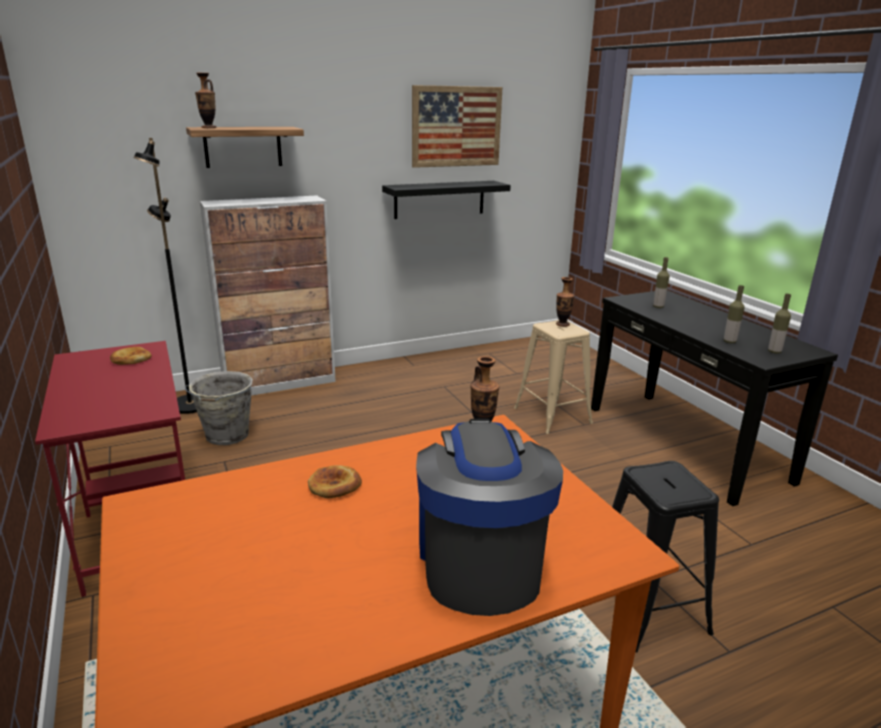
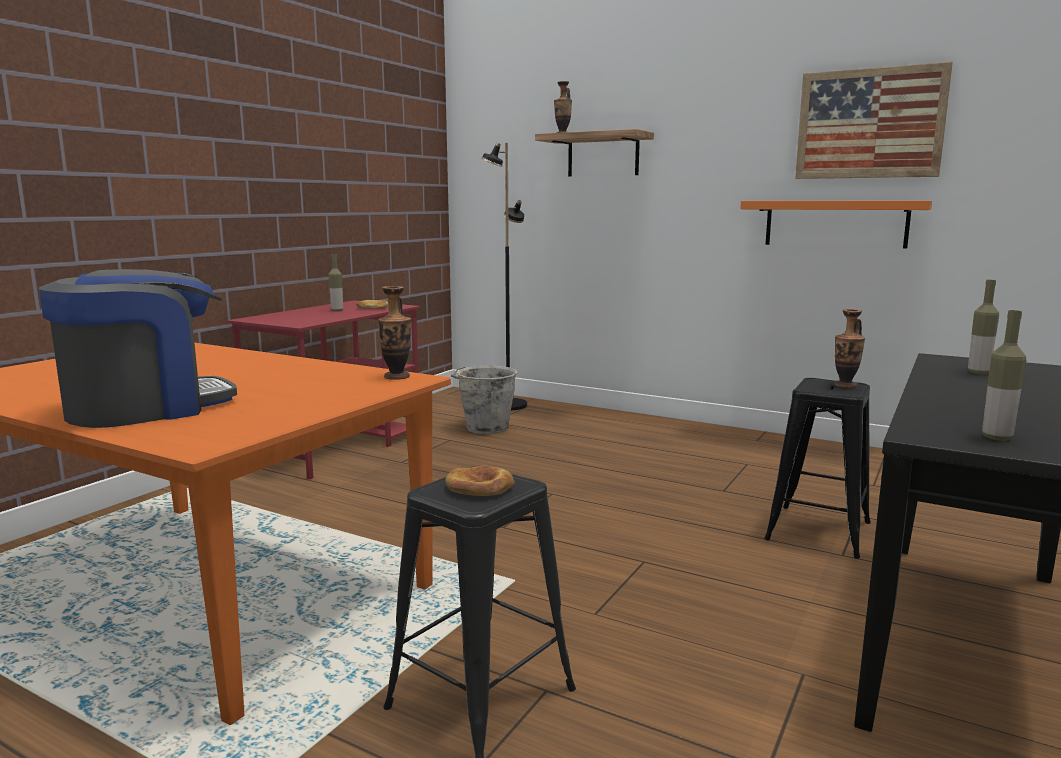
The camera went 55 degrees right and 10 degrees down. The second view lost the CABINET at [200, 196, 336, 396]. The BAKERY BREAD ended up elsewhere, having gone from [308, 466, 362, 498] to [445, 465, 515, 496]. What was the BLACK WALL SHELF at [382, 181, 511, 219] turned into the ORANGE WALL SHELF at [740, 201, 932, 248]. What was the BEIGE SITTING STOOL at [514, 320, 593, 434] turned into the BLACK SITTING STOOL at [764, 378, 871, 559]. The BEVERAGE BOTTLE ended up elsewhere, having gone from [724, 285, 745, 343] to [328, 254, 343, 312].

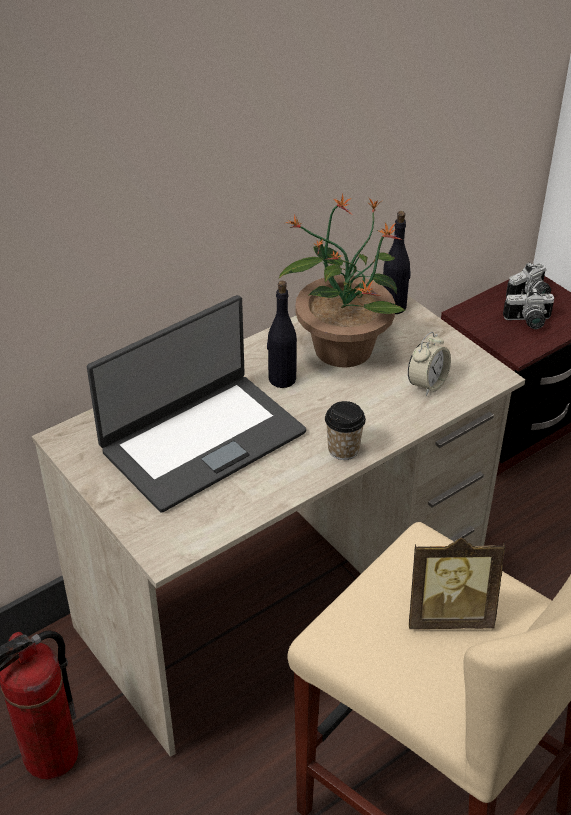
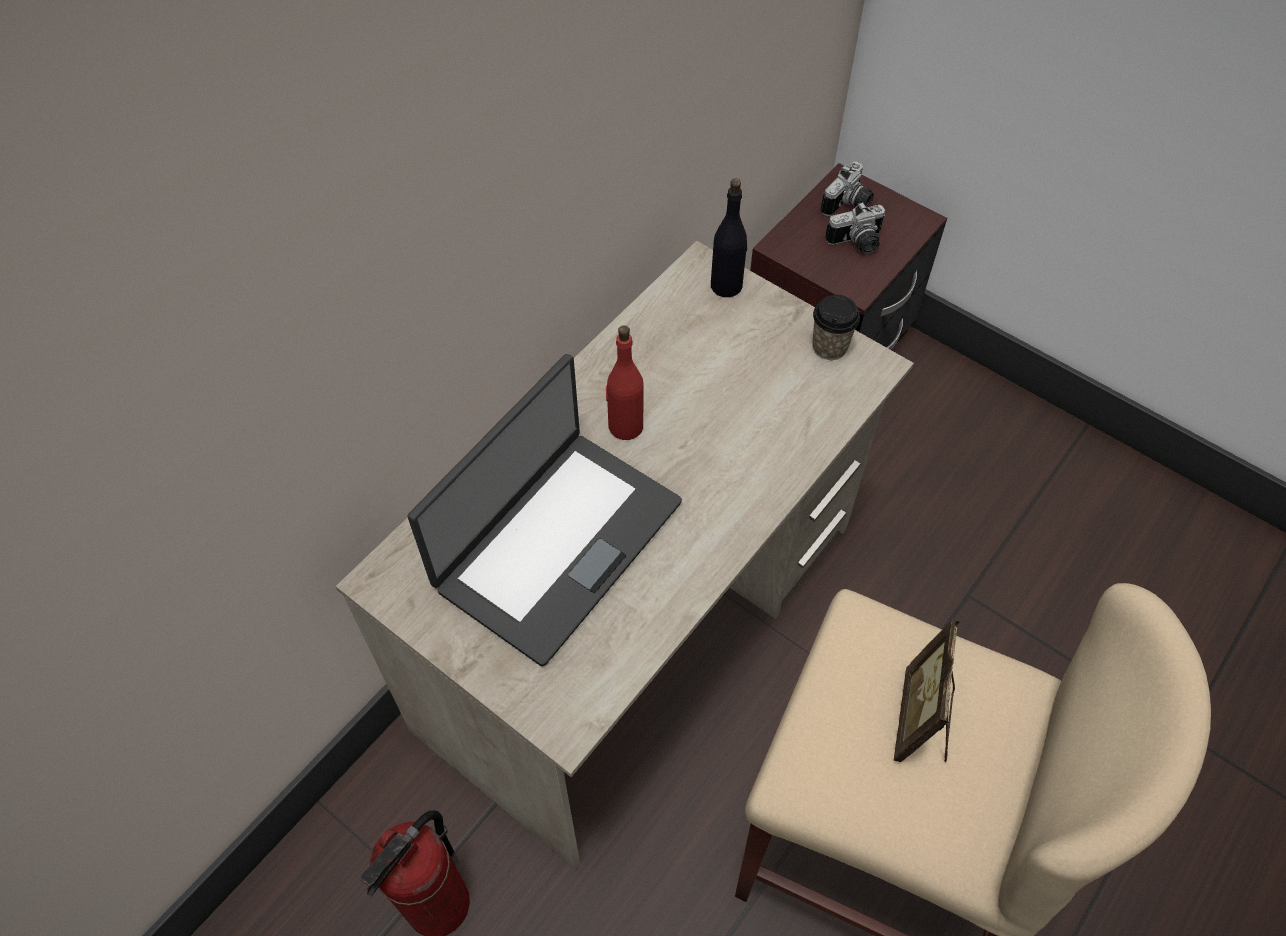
The camera went 15 degrees left and 15 degrees up. What was the BLACK BEVERAGE BOTTLE at [267, 281, 297, 388] turned into the RED BEVERAGE BOTTLE at [606, 325, 643, 440]. The second view lost the PLANT IN A POT at [279, 193, 406, 368]. The SMALL CUP ended up elsewhere, having gone from [325, 401, 366, 460] to [812, 295, 860, 360]. The second view lost the ALARM CLOCK at [408, 332, 451, 396]. The PICTURE FRAME at [409, 537, 505, 629] ended up facing another way, 120 degrees clockwise from before.

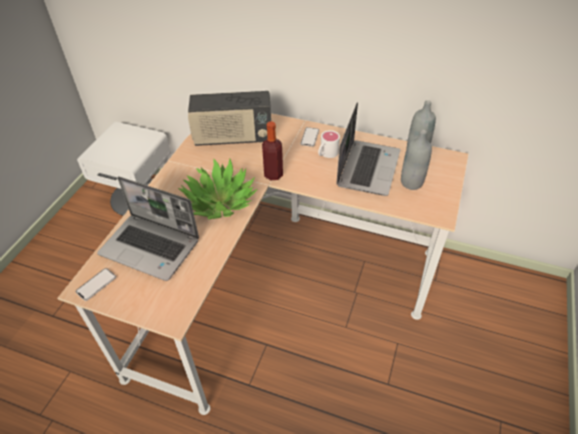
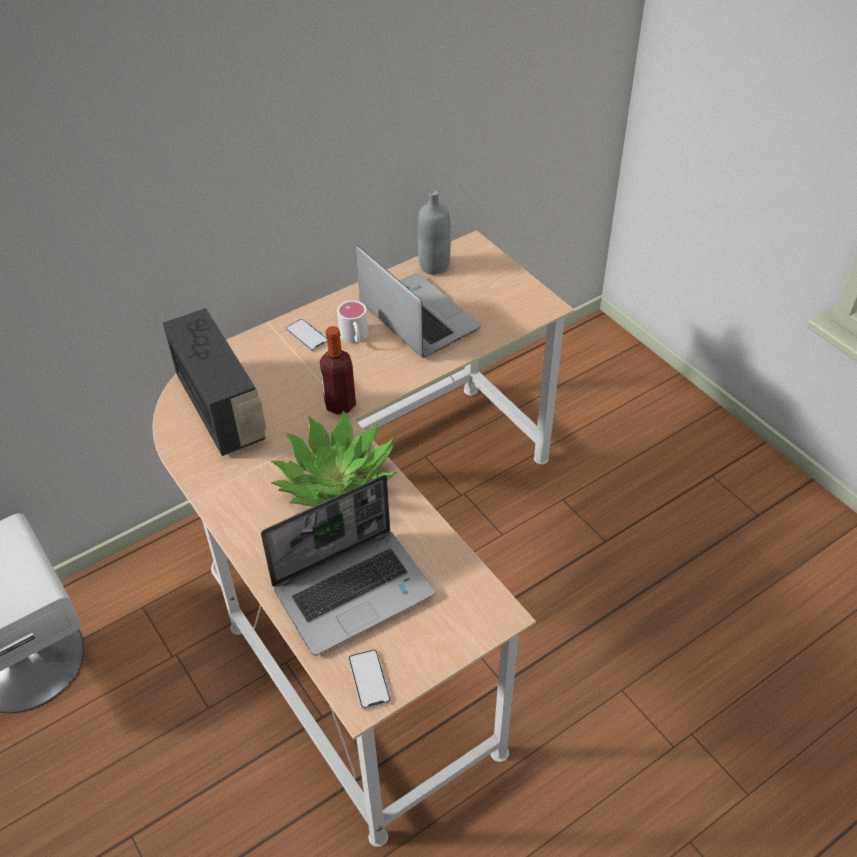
The camera went 55 degrees left and 0 degrees up. The RADIO RECEIVER at [188, 91, 271, 146] ended up facing another way, 60 degrees counterclockwise from before. The second view lost the GREYISH BEVERAGE BOTTLE at [401, 130, 432, 190].

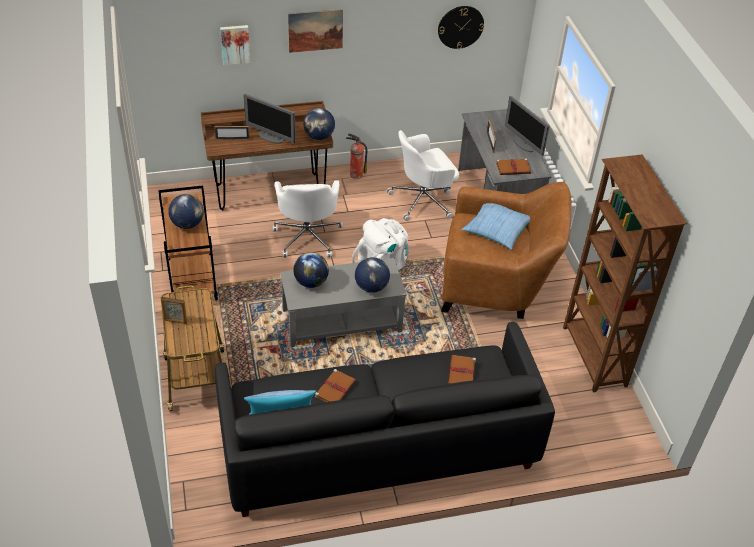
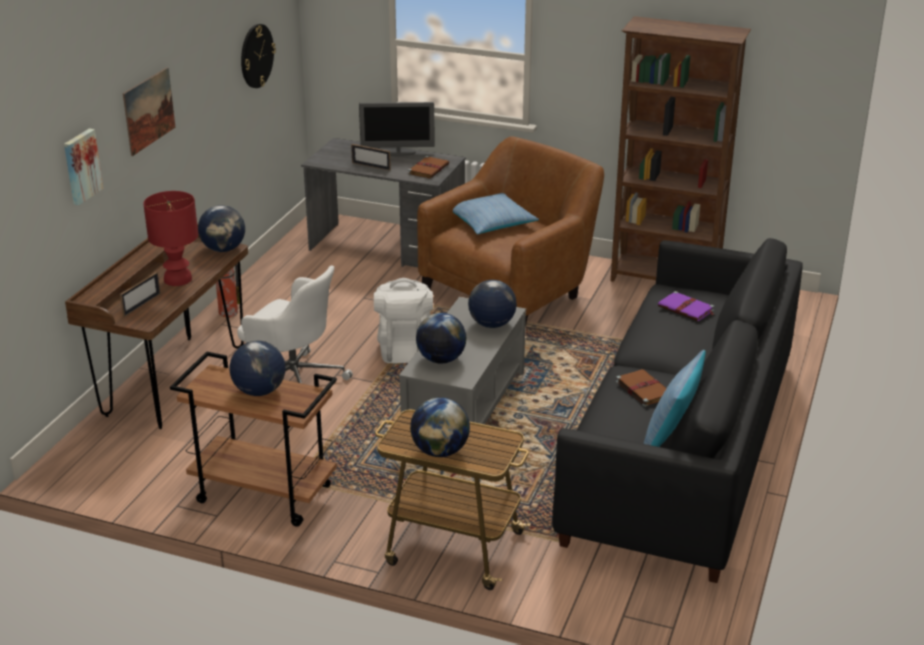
The camera went 55 degrees left and 15 degrees down. Where the PICTURE FRAME stood at [161, 297, 187, 324], the WORLD GLOBE came to stand at [410, 397, 470, 457]. Where the COMPUTER SCREEN stood at [244, 94, 296, 144], the RED LAMP FOR A TABLE came to stand at [143, 191, 198, 286]. The second view lost the WHITE COMPUTER CHAIR at [387, 130, 459, 221]. What was the BROWNISH BOUND BOOK at [448, 355, 476, 384] turned into the PURPLE BOUND BOOK at [658, 291, 714, 321].

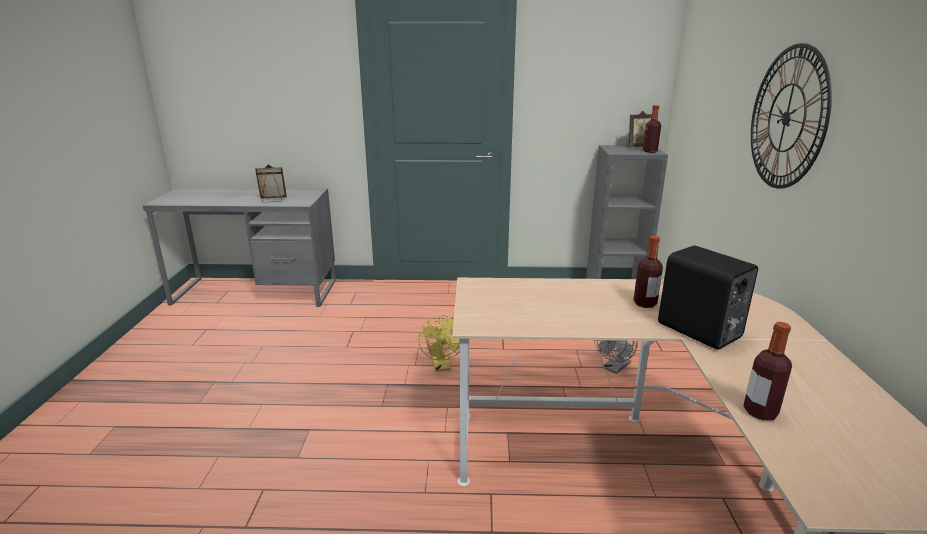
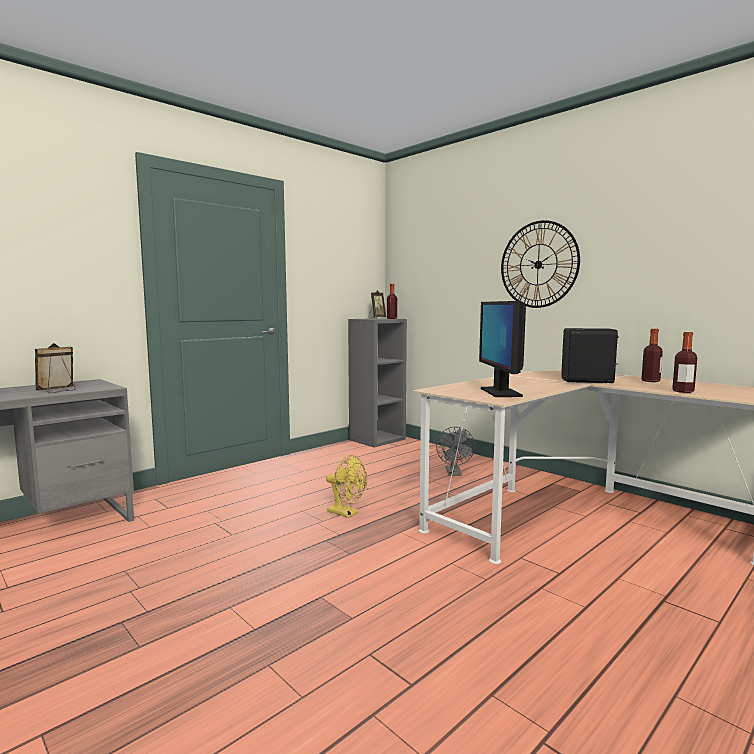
The camera went 45 degrees left and 15 degrees down. The BEVERAGE BOTTLE ended up elsewhere, having gone from [633, 236, 663, 308] to [641, 329, 663, 382]. The second view gained the COMPUTER SCREEN at [479, 301, 526, 397].

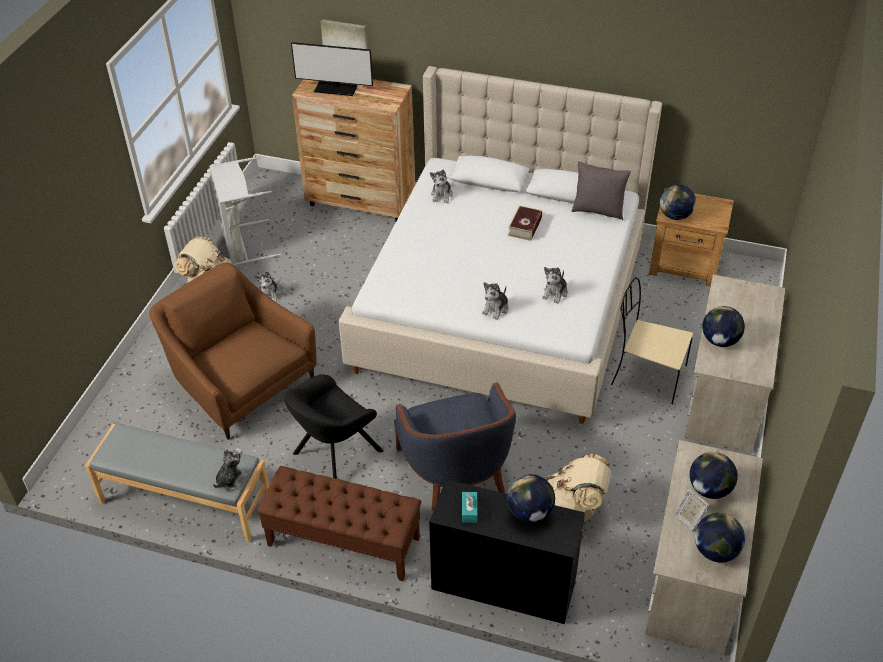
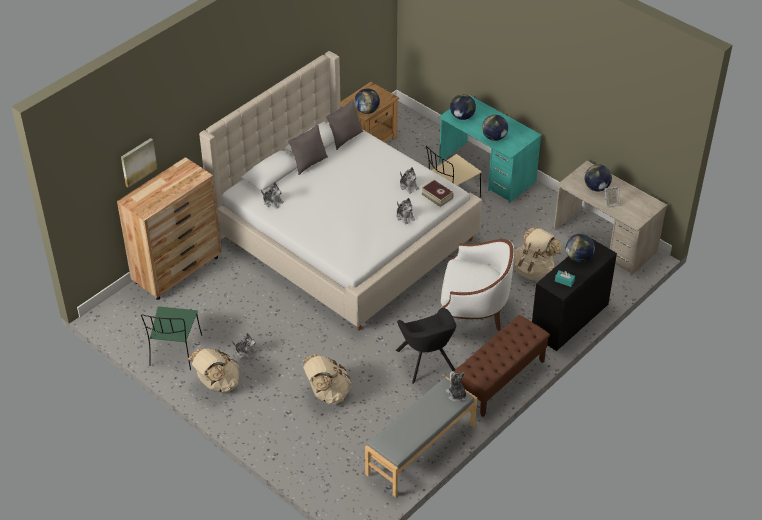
The camera went 65 degrees left and 0 degrees up. Where the BROWNISH ARMCHAIR stood at [149, 263, 317, 440], the BEIGE BACKPACK came to stand at [303, 354, 351, 405]. Where the GREYISH WASHING BASKET stood at [209, 157, 281, 266], the GREEN-COLOURED CHAIR came to stand at [141, 306, 202, 370]. The second view lost the COMPUTER SCREEN at [291, 42, 373, 96]. What was the BLUE ARMCHAIR at [394, 382, 516, 510] turned into the WHITE ARMCHAIR at [441, 239, 514, 331]. The BOUND BOOK ended up elsewhere, having gone from [508, 205, 542, 241] to [421, 180, 454, 207]. What was the BEIGE DESK at [684, 275, 786, 452] turned into the TURQUOISE DESK at [439, 95, 542, 203]. The WORLD GLOBE ended up elsewhere, having gone from [695, 513, 745, 563] to [450, 94, 476, 120]. The second view gained the GREYISH CUSHION at [288, 124, 328, 175].

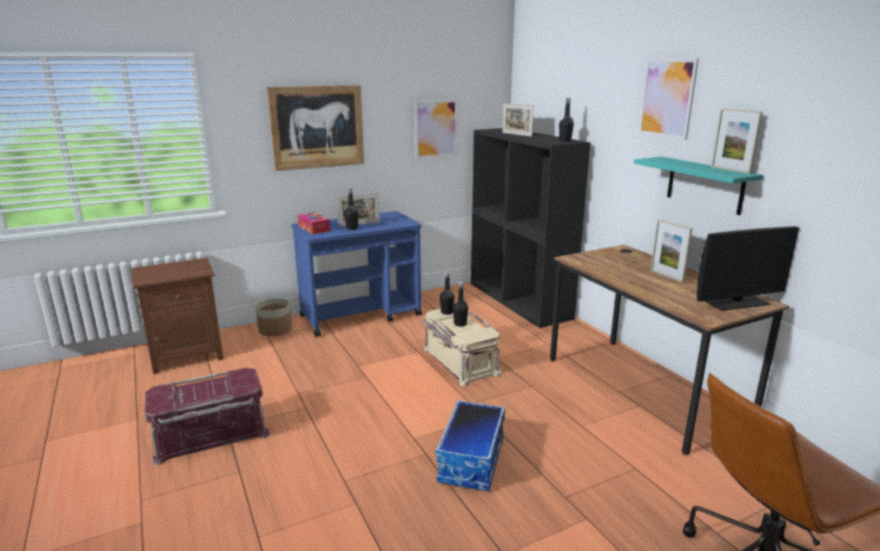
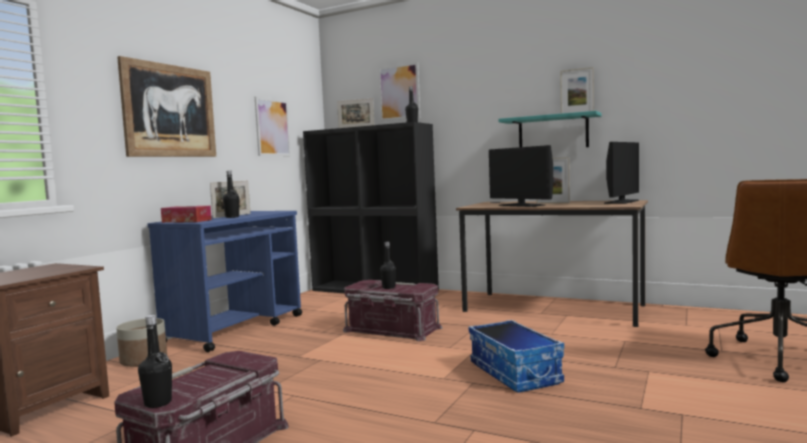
The camera went 35 degrees left and 15 degrees down. What was the BEIGE STORAGE CONTAINER at [423, 309, 502, 386] turned into the RED STORAGE CONTAINER at [343, 280, 443, 341]. The BLACK BEVERAGE BOTTLE ended up elsewhere, having gone from [440, 272, 455, 315] to [138, 315, 172, 408]. The WALL PICTURE ended up elsewhere, having gone from [638, 59, 699, 140] to [378, 62, 420, 121]. The second view gained the COMPUTER SCREEN at [489, 145, 553, 207].

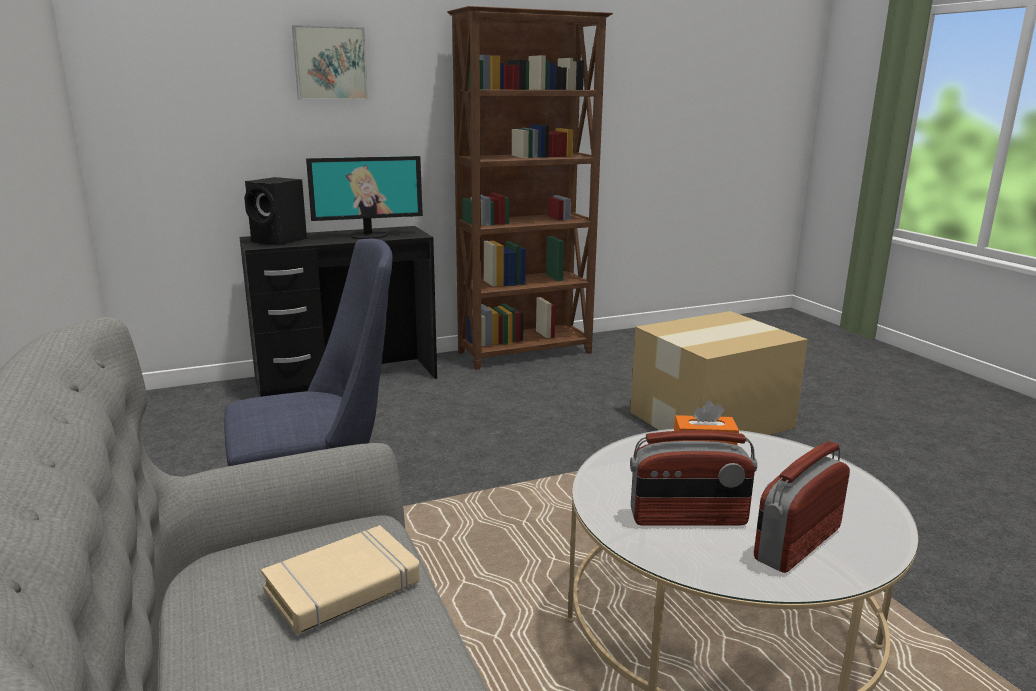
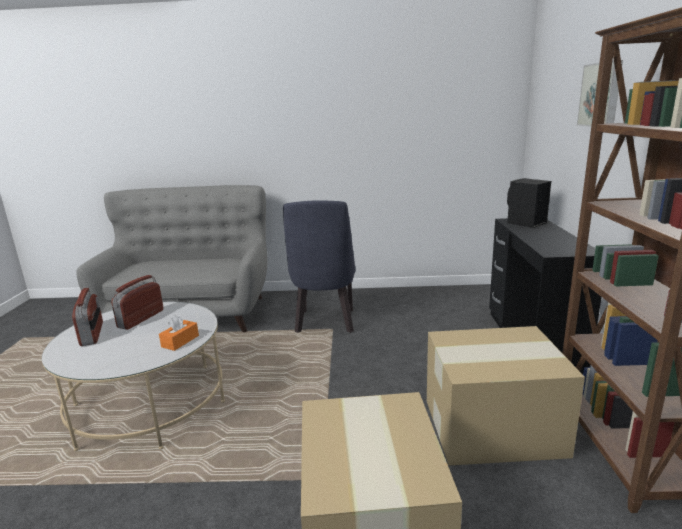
The camera went 115 degrees right and 0 degrees up. The second view lost the BEIGE BOUND BOOK at [261, 525, 420, 635]. The second view lost the COMPUTER SCREEN at [306, 156, 423, 239]. The second view gained the CARDBOARD BOX at [427, 326, 585, 466].

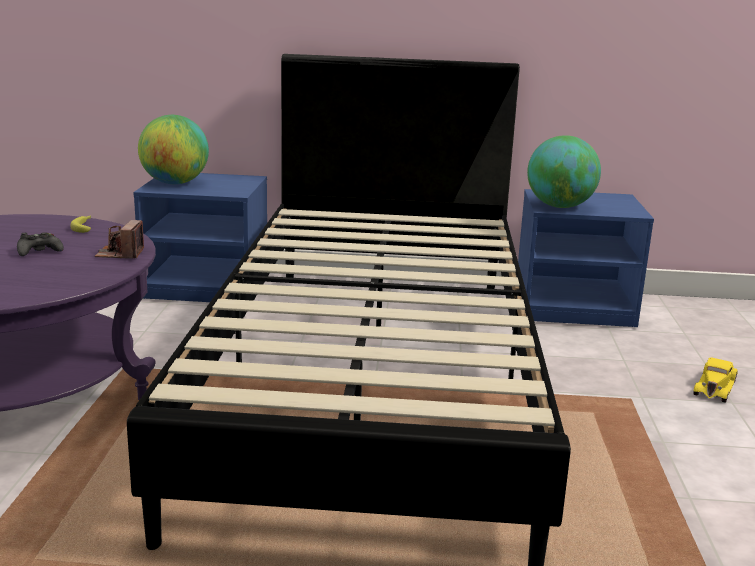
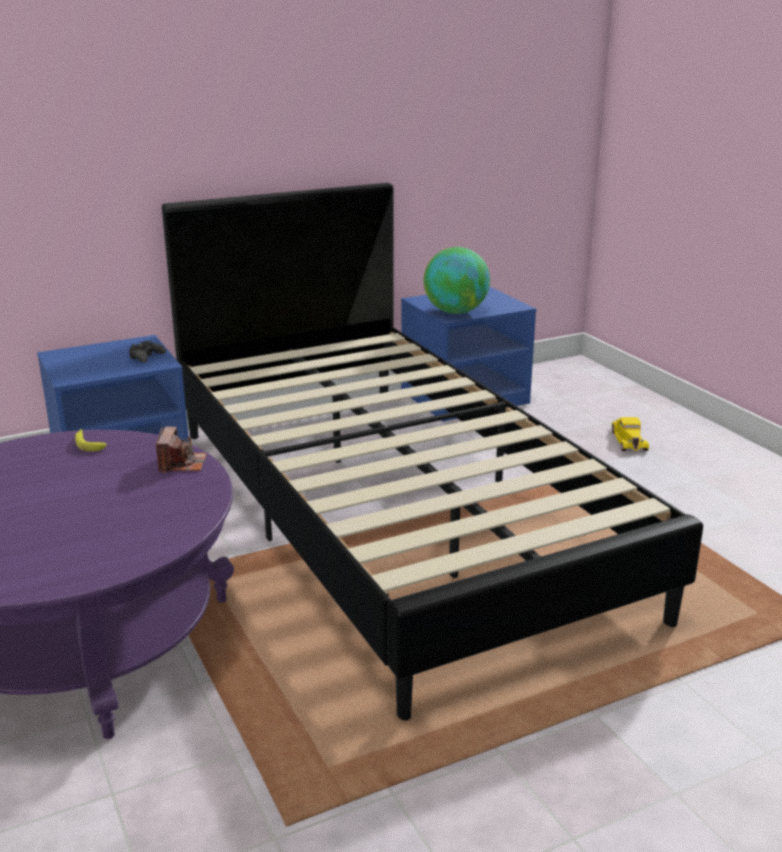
The camera went 30 degrees left and 5 degrees up. The BLACK GAME CONTROLLER ended up elsewhere, having gone from [17, 232, 64, 256] to [129, 341, 166, 363]. The PHOTO CAMERA at [95, 220, 144, 259] ended up facing another way, 150 degrees counterclockwise from before. The second view lost the WORLD GLOBE at [138, 115, 209, 184].

